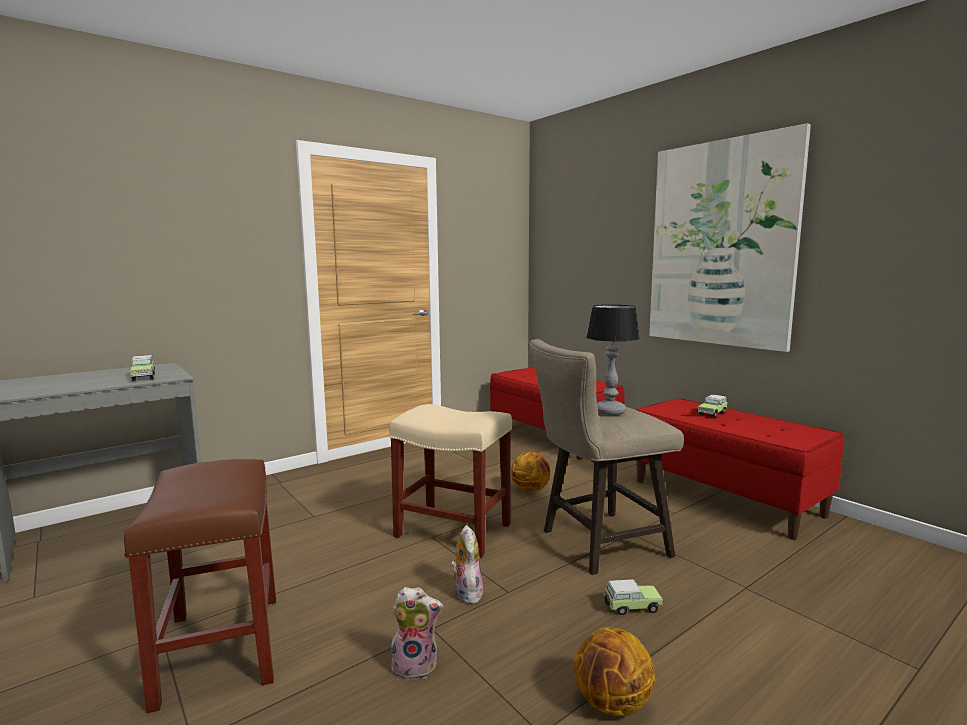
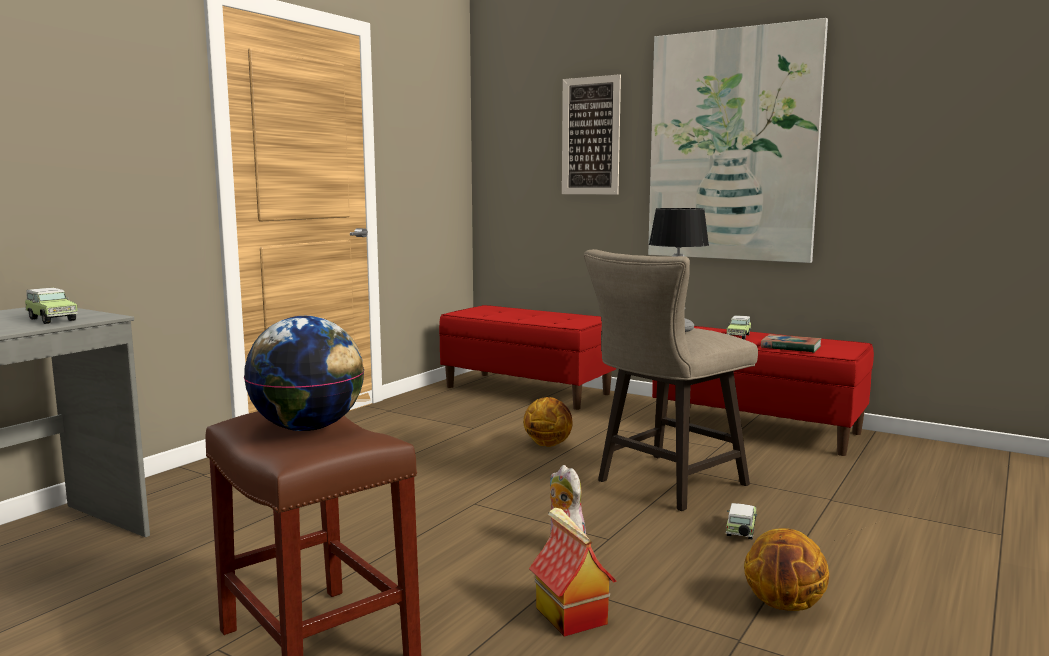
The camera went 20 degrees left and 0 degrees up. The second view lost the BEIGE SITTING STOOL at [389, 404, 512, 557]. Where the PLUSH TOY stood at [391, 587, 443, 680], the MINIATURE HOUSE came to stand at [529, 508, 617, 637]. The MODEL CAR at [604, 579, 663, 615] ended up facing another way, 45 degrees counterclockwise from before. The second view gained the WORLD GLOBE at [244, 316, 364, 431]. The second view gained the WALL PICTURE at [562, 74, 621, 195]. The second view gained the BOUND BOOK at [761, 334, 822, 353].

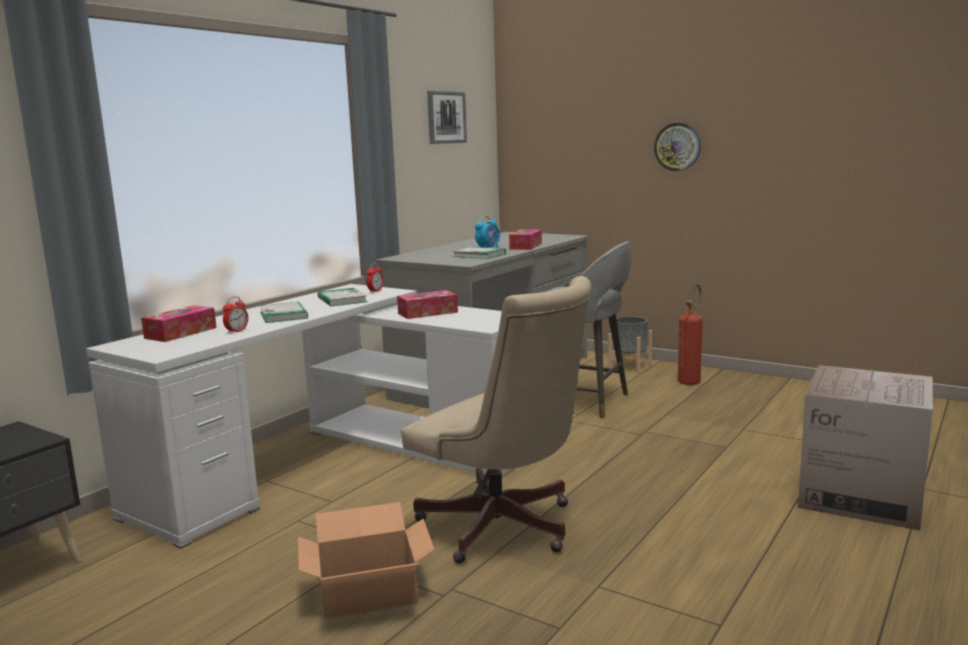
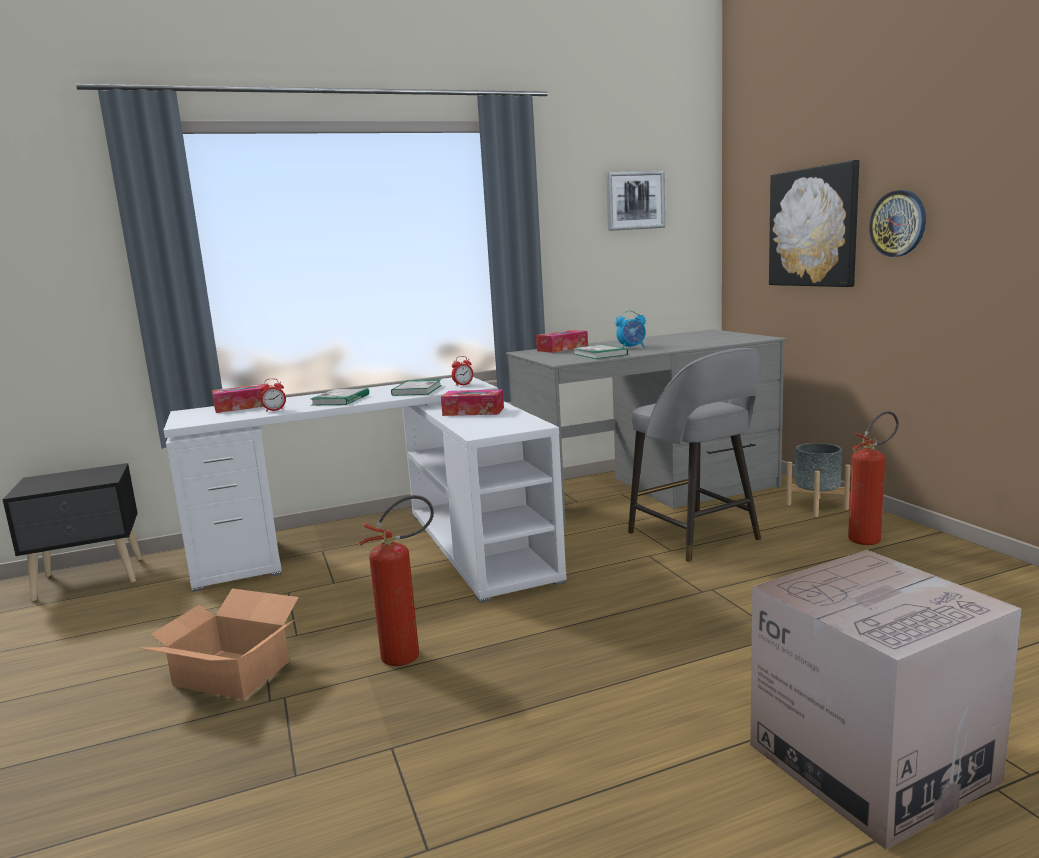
The camera went 35 degrees right and 0 degrees up. Where the BEIGE COMPUTER CHAIR stood at [401, 276, 591, 564], the FIRE-FIGHTING CYLINDER came to stand at [360, 495, 434, 666]. The TISSUE BOX ended up elsewhere, having gone from [509, 229, 542, 250] to [536, 330, 588, 353]. The second view gained the WALL PICTURE at [769, 160, 859, 287].

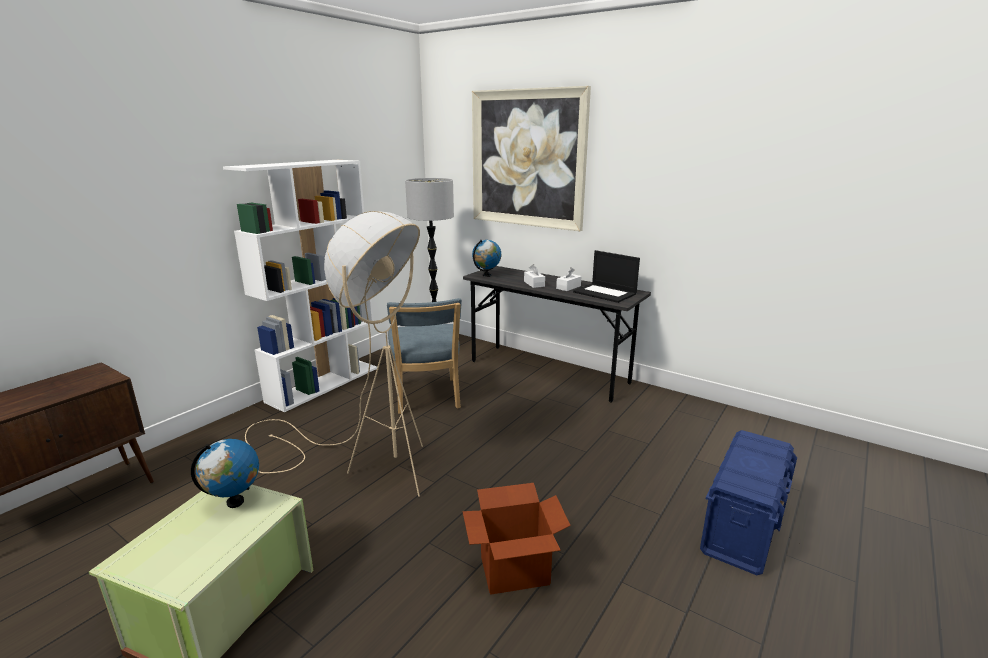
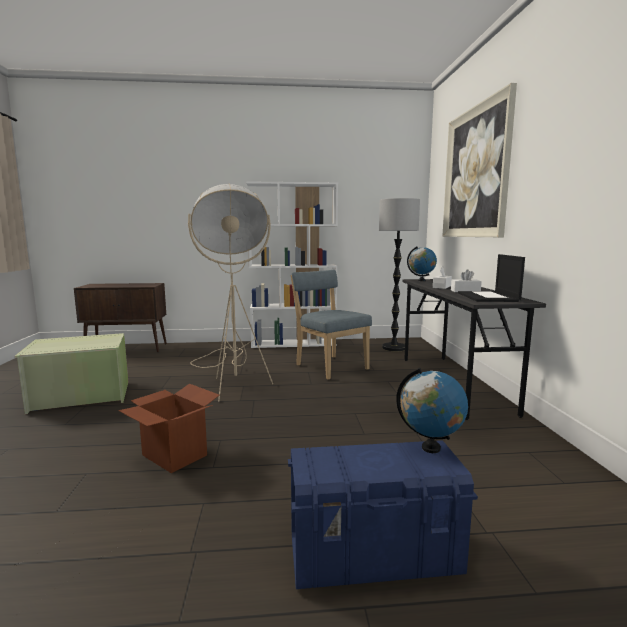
The camera went 50 degrees right and 10 degrees down. The WORLD GLOBE ended up elsewhere, having gone from [191, 439, 259, 508] to [396, 368, 468, 453]. The BLUE CHAIR at [387, 298, 462, 414] ended up facing another way, 105 degrees clockwise from before.

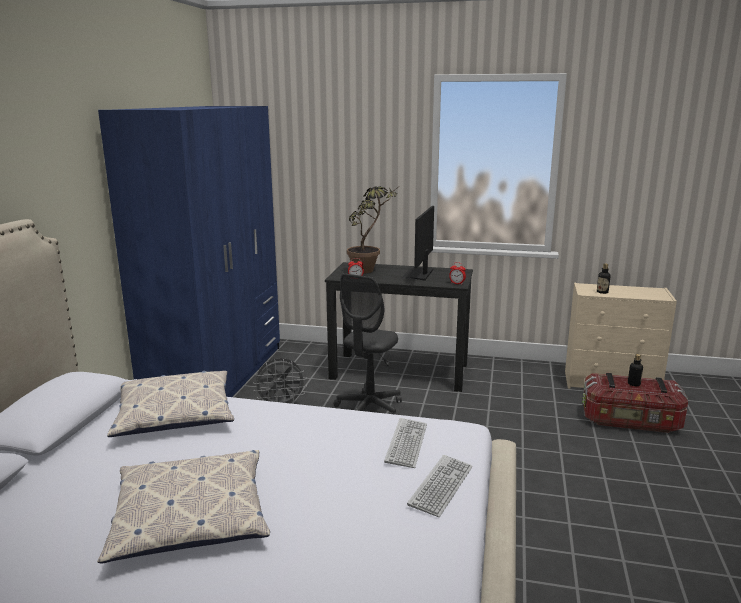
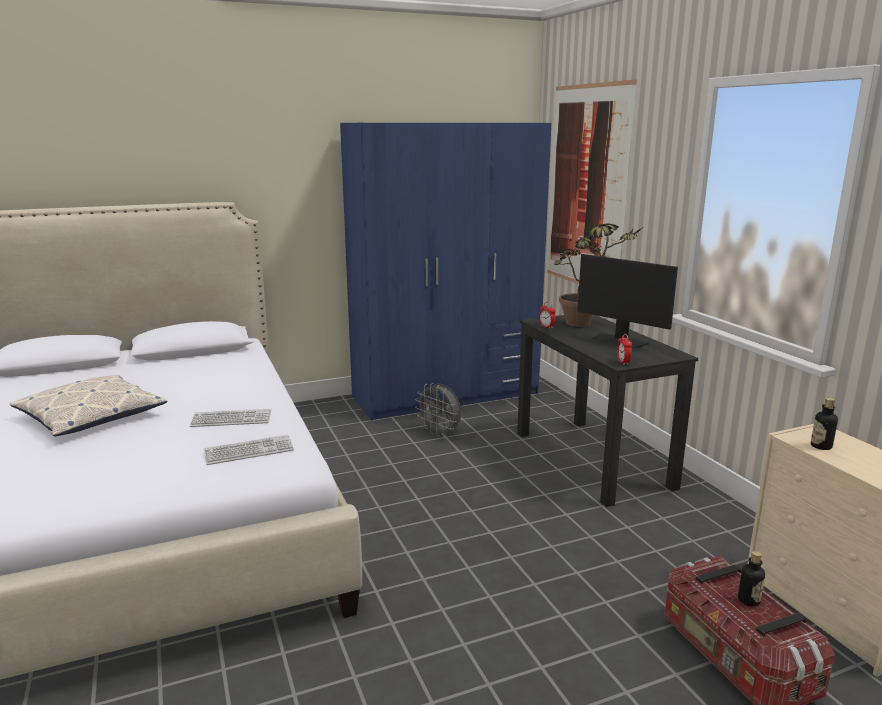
The camera went 55 degrees right and 0 degrees up. The second view lost the CUSHION at [107, 371, 234, 437]. The second view lost the GREYISH COMPUTER CHAIR at [334, 273, 402, 415]. The COMPUTER SCREEN at [401, 206, 434, 281] ended up facing another way, 120 degrees counterclockwise from before. The KEYBOARD ended up elsewhere, having gone from [407, 455, 473, 517] to [190, 409, 271, 427]. The second view gained the WALL PICTURE at [547, 80, 637, 284].

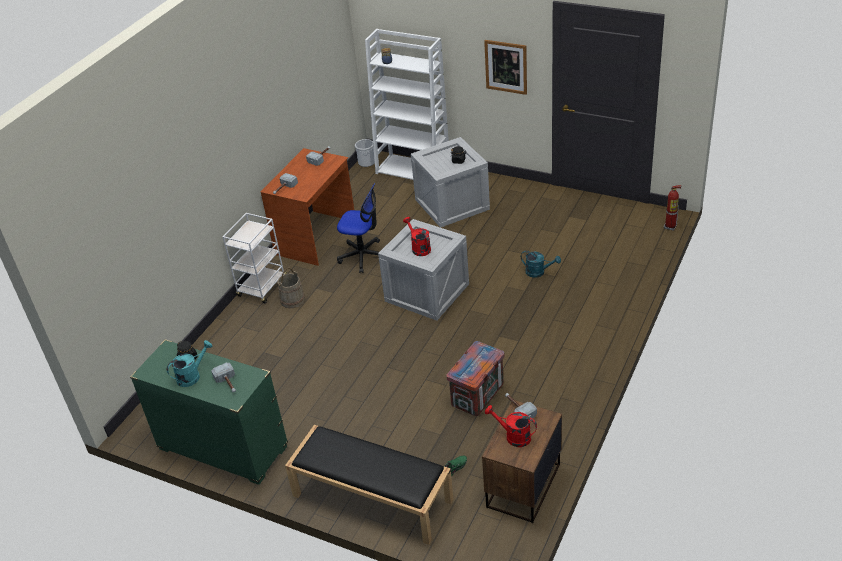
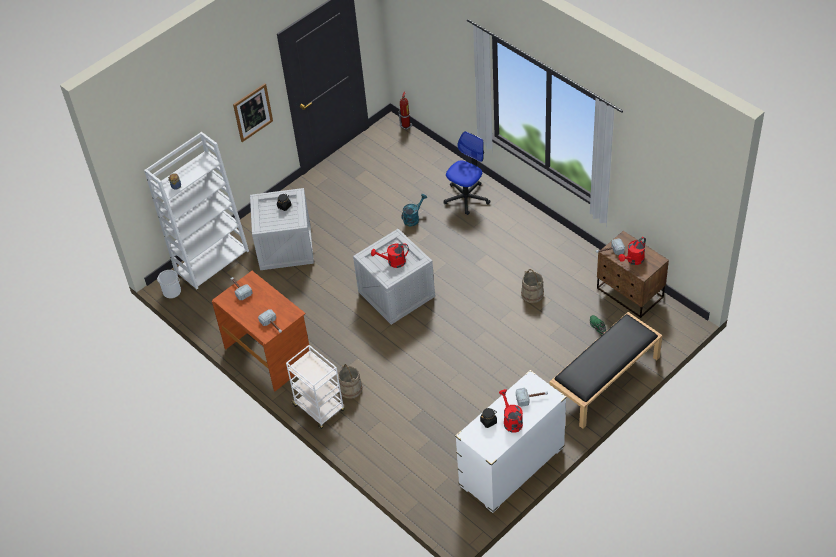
The camera went 70 degrees left and 10 degrees up. What was the GREEN-COLOURED CHEST OF DRAWERS at [130, 339, 288, 485] turned into the WHITE CHEST OF DRAWERS at [455, 370, 566, 513]. What was the TURQUOISE SPRINKLING CAN at [167, 340, 212, 387] turned into the RED SPRINKLING CAN at [499, 389, 523, 433]. The COMPUTER CHAIR ended up elsewhere, having gone from [337, 183, 380, 273] to [444, 131, 491, 215]. Where the SHIPPING CRATE stood at [446, 341, 505, 416], the BEIGE PAIL came to stand at [521, 269, 544, 303].

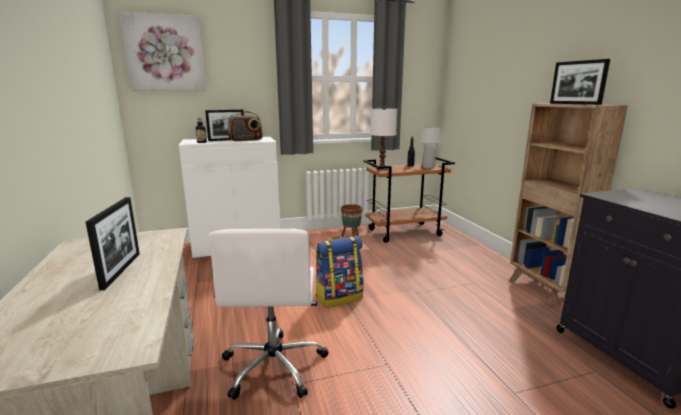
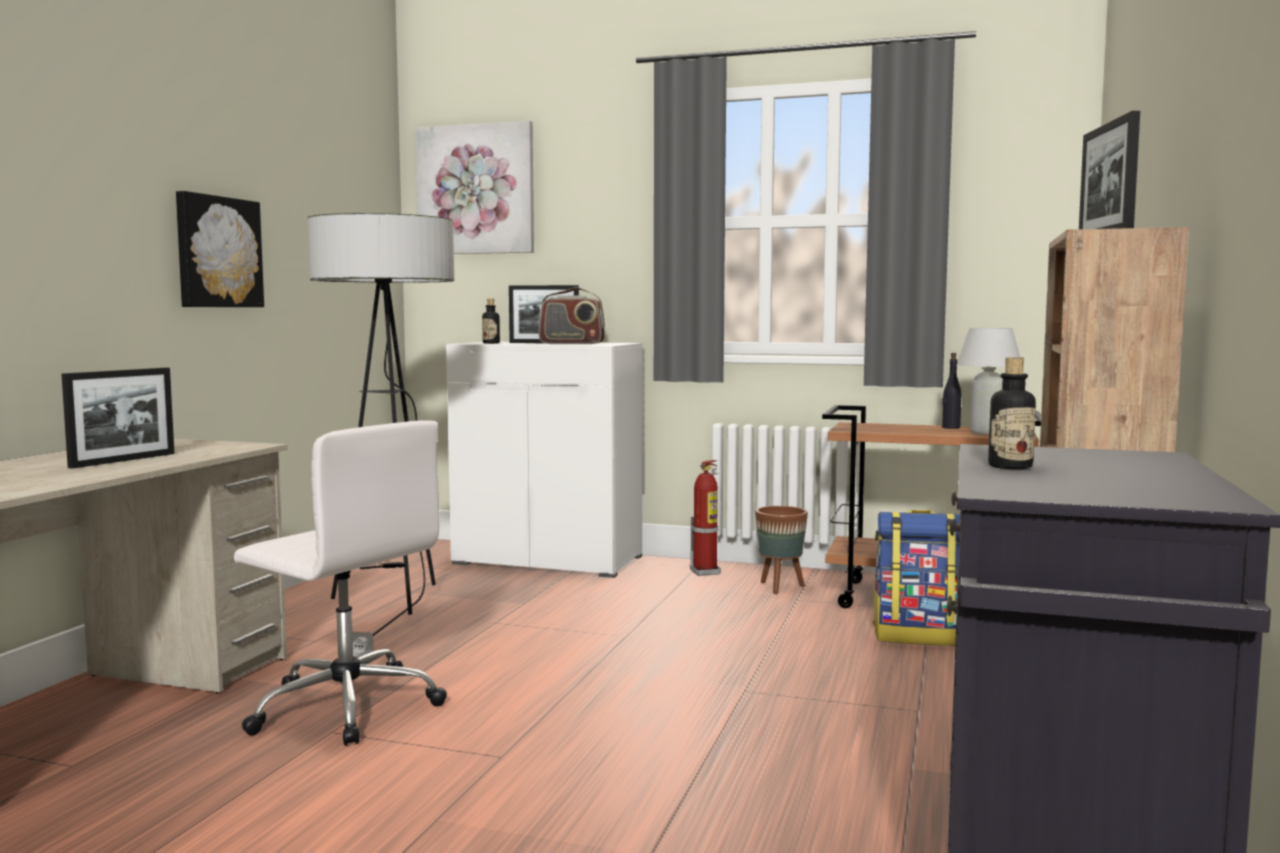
The camera went 35 degrees right and 10 degrees down. The WHITE COMPUTER CHAIR at [208, 229, 328, 400] ended up facing another way, 90 degrees counterclockwise from before. The BACKPACK ended up elsewhere, having gone from [316, 236, 363, 308] to [873, 510, 960, 646]. The second view lost the WHITE LAMP FOR A TABLE at [370, 107, 397, 170]. The second view gained the WALL PICTURE at [176, 191, 264, 307]. The second view gained the STANDARD LAMP at [308, 213, 454, 657]. The second view gained the FIRE-FIGHTING CYLINDER at [690, 460, 721, 576]. The second view gained the BEVERAGE BOTTLE at [988, 357, 1036, 469].

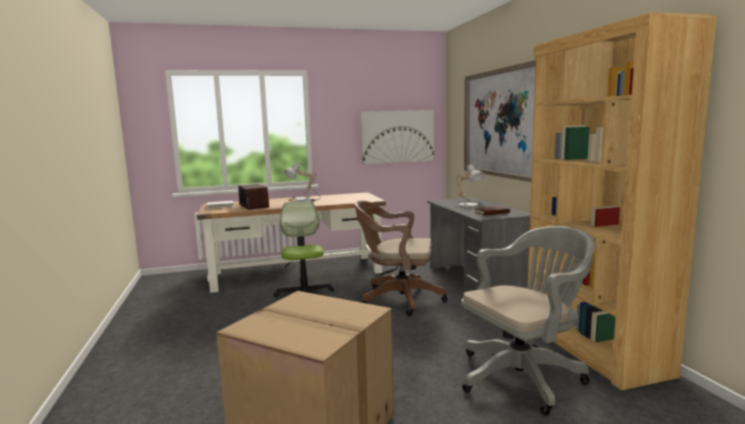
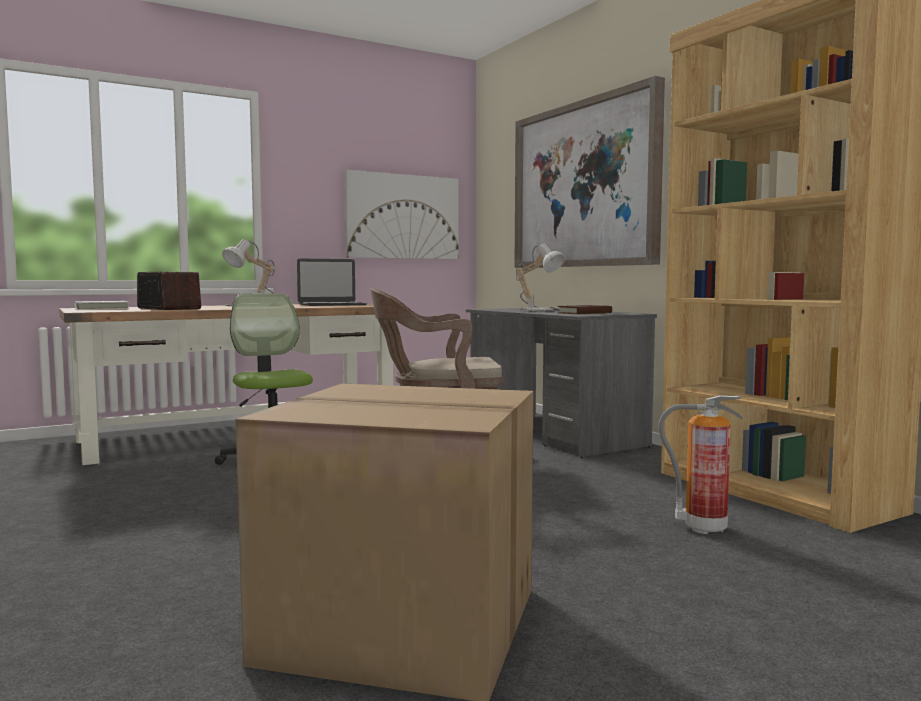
The camera went 15 degrees left and 5 degrees down. Where the GREYISH COMPUTER CHAIR stood at [461, 226, 594, 416], the FIRE-FIGHTING CYLINDER came to stand at [659, 395, 742, 534]. The second view gained the NOTEBOOK COMPUTER at [297, 259, 367, 306].

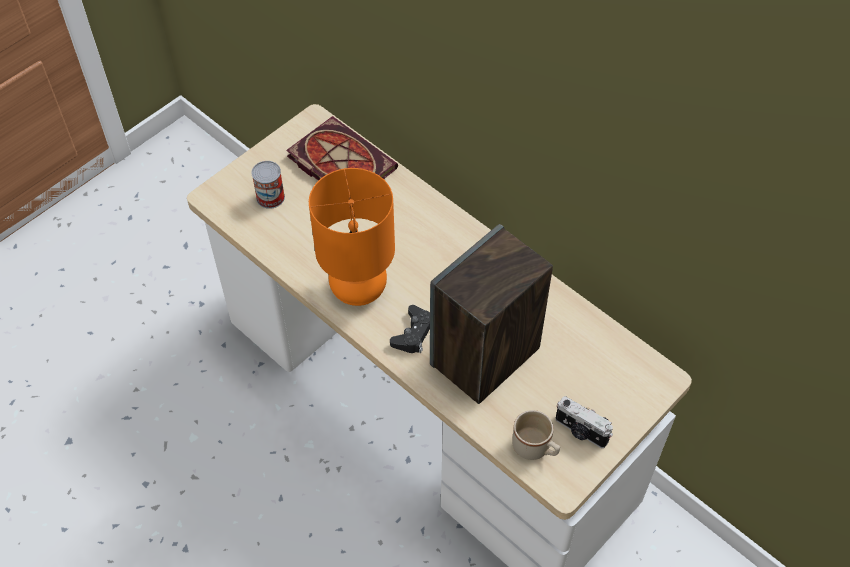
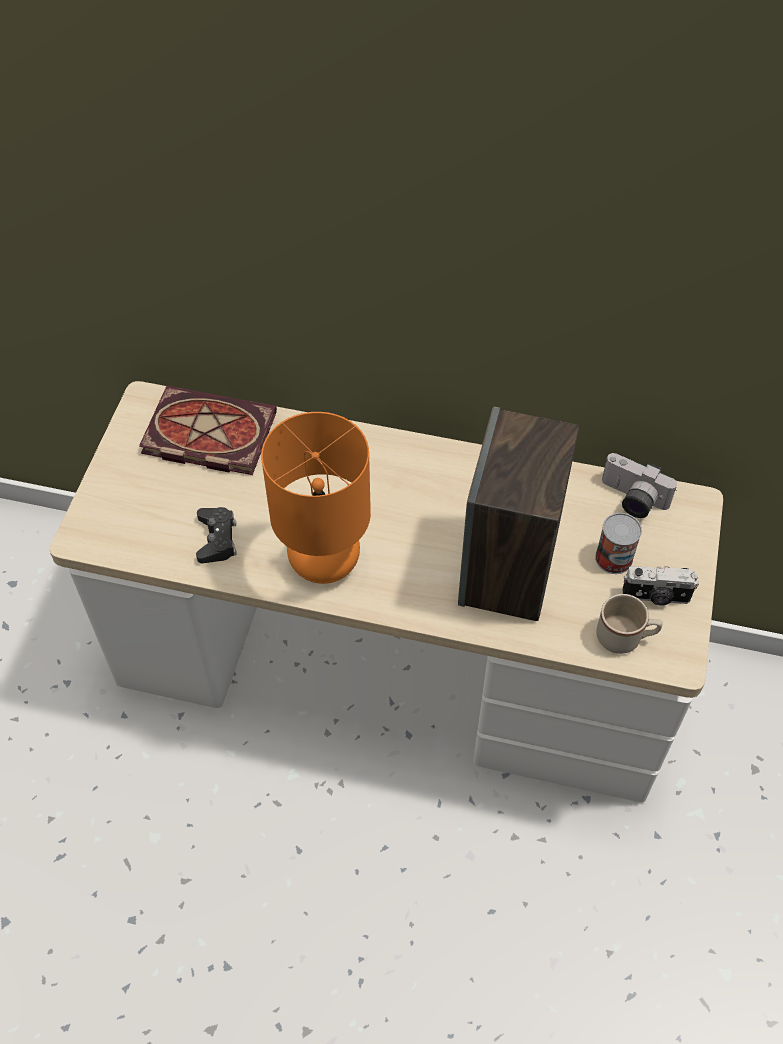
The camera went 30 degrees left and 0 degrees up. The SEALED CAN ended up elsewhere, having gone from [251, 161, 285, 209] to [595, 513, 642, 574]. The BLACK GAME CONTROLLER ended up elsewhere, having gone from [390, 305, 430, 353] to [196, 507, 236, 563]. The second view gained the PHOTO CAMERA at [602, 453, 677, 518].

